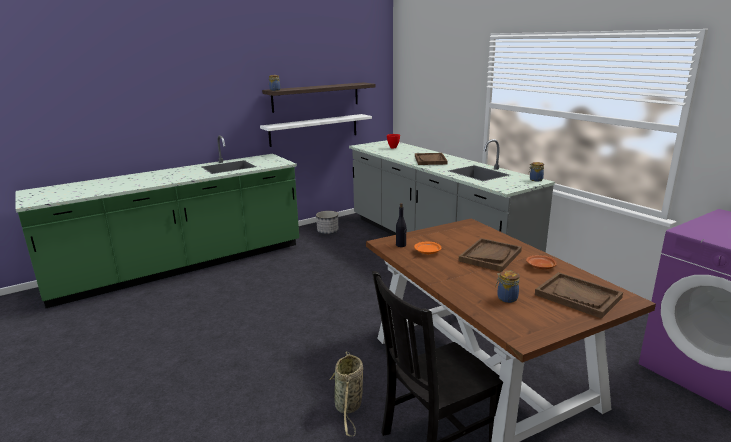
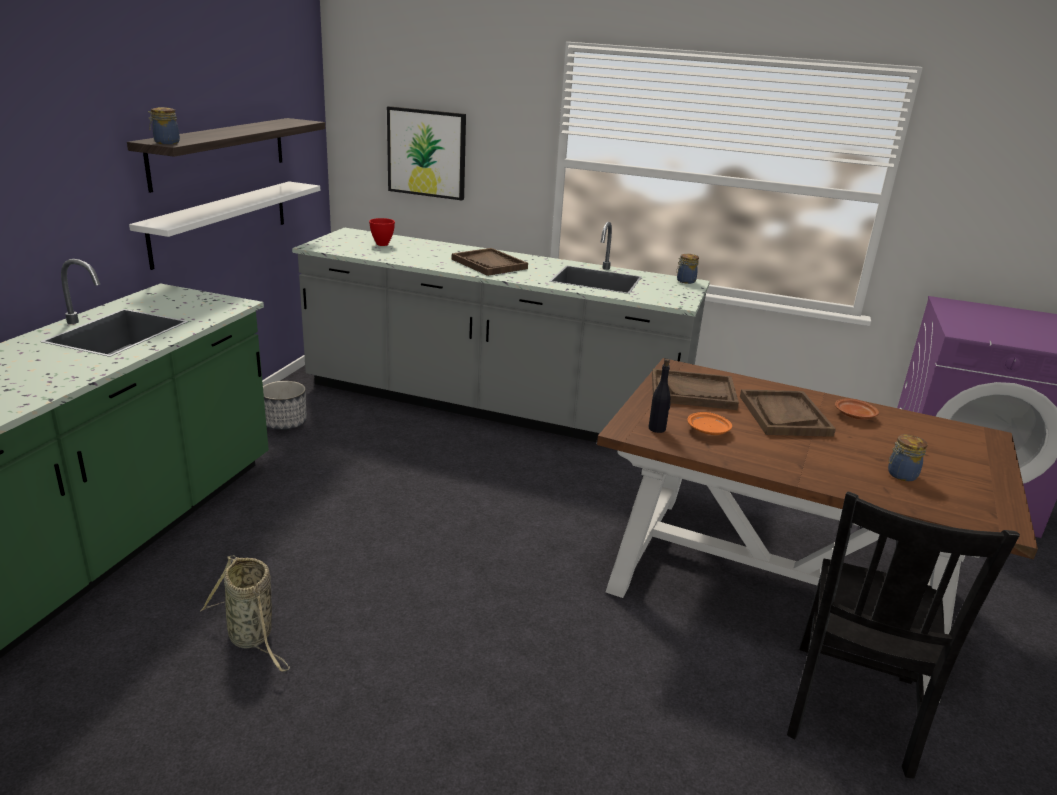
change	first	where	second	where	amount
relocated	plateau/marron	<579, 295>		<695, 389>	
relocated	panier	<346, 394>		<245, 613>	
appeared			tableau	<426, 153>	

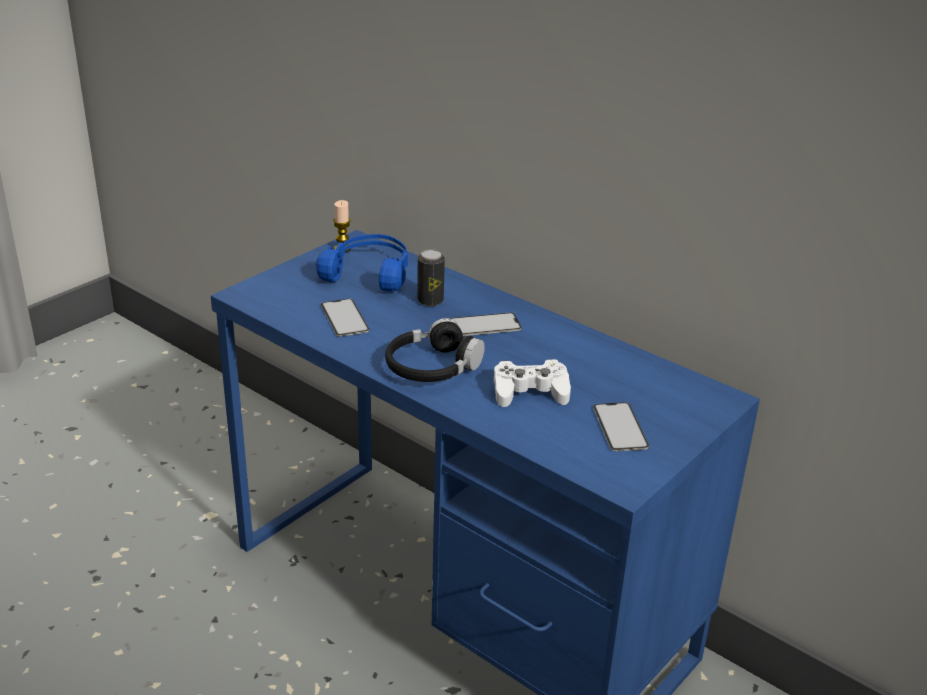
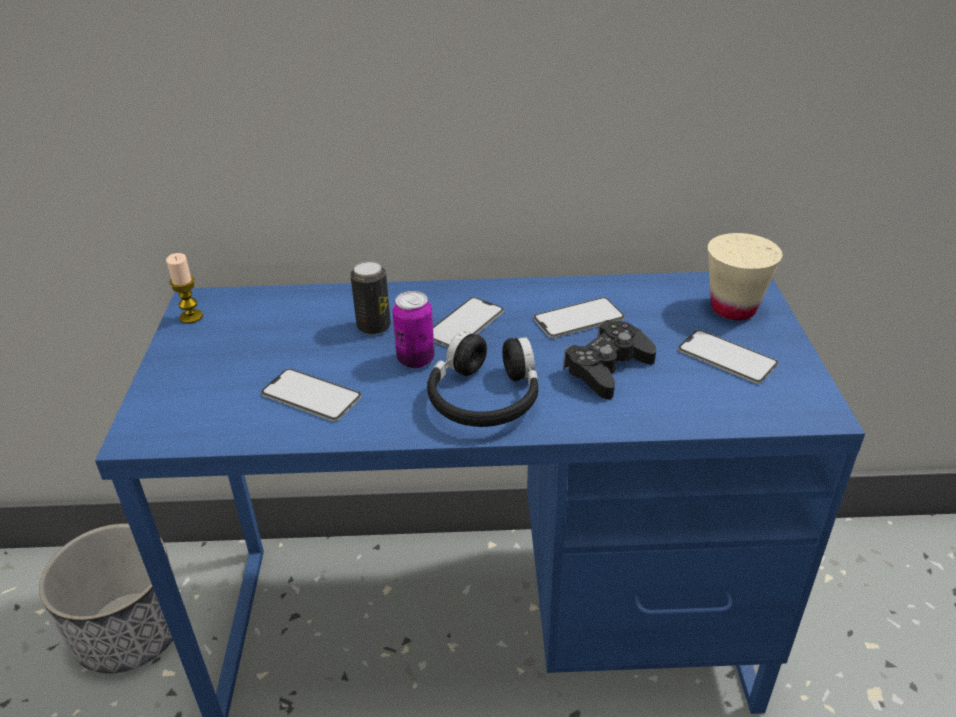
change	first	where	second	where	amount
missing	casque audio/bleu	<362, 263>			
colour	manette/blanc	<532, 383>	manette/noir	<609, 359>	
appeared			tasse/beige	<745, 276>	
appeared			boîte métallique	<413, 329>	
appeared			téléphone	<579, 317>	
appeared			cache-pot	<108, 598>	

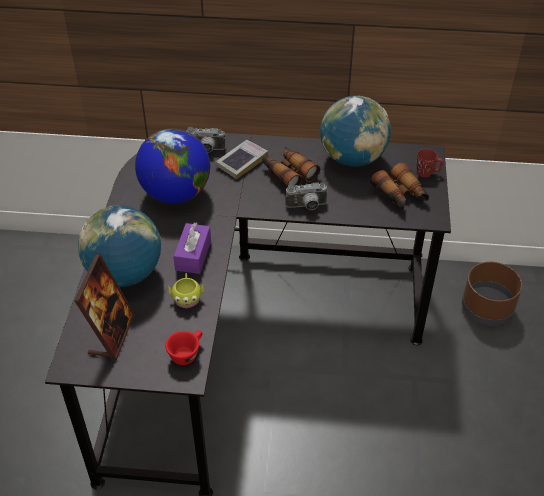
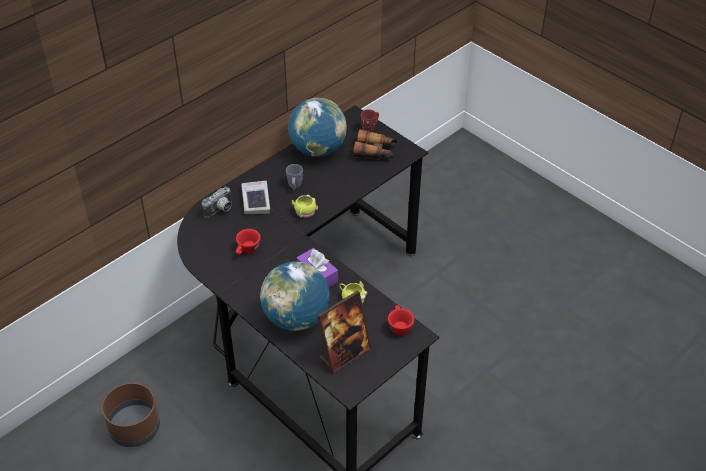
change	first	where	second	where	amount
exchanged	globe	<172, 166>	tasse/rouge	<248, 242>	
exchanged	jumelles	<291, 167>	mug/gris	<294, 177>	
missing	appareil photo	<307, 196>			
spun	cadre photo	<104, 307>		<344, 332>	90 degrees clockwise
relocated	cache-pot/marron	<492, 294>		<131, 415>	
appeared			mug/jaune	<305, 206>	

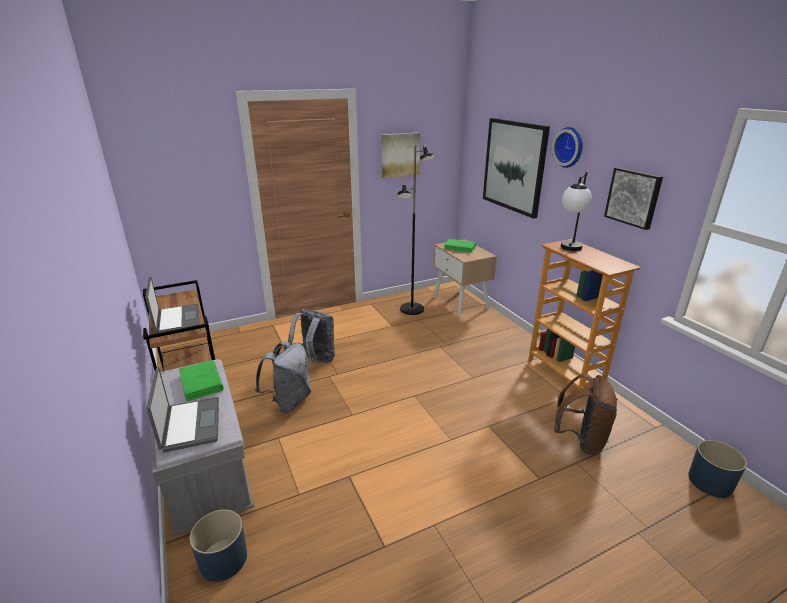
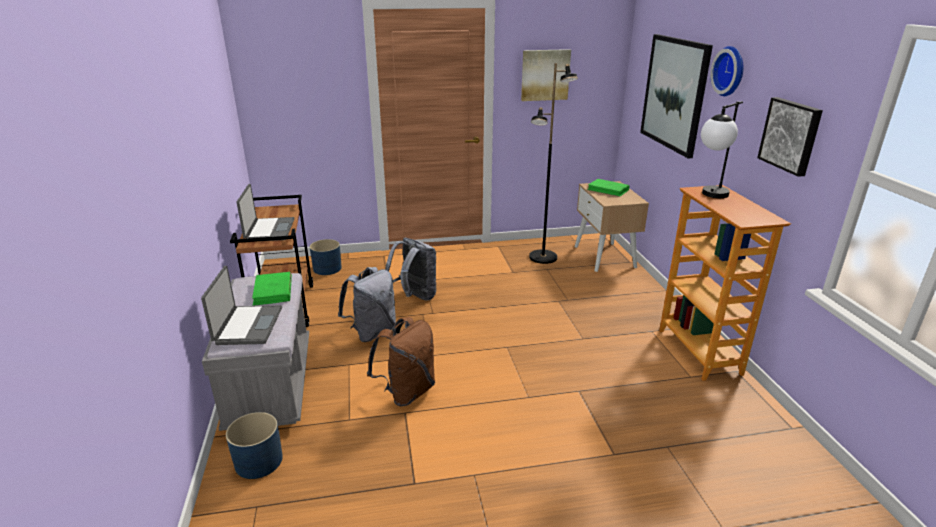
change	first	where	second	where	amount
relocated	sac à dos/marron	<586, 414>		<401, 361>	
relocated	cache-pot/bleu	<717, 469>		<326, 257>	

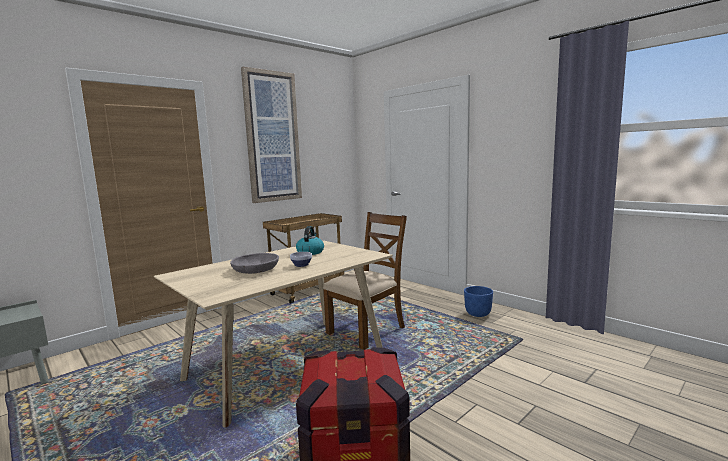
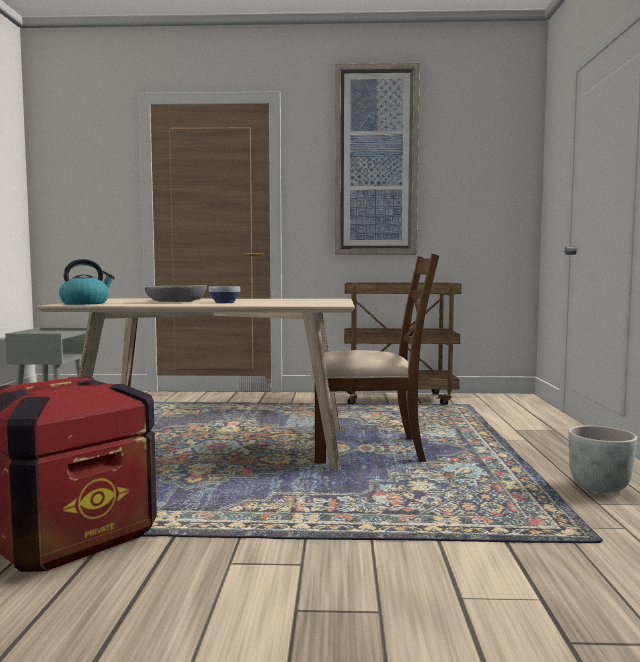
change	first	where	second	where	amount
relocated	bouilloire	<310, 240>		<87, 282>	
colour	cache-pot/bleu	<478, 301>	cache-pot/gris	<602, 459>	

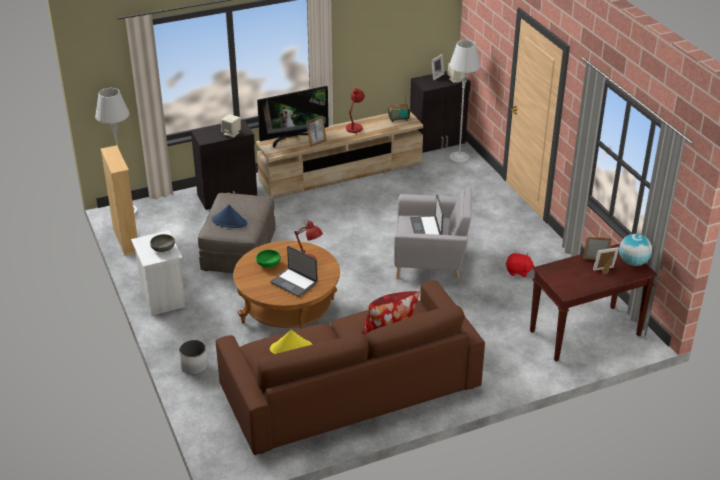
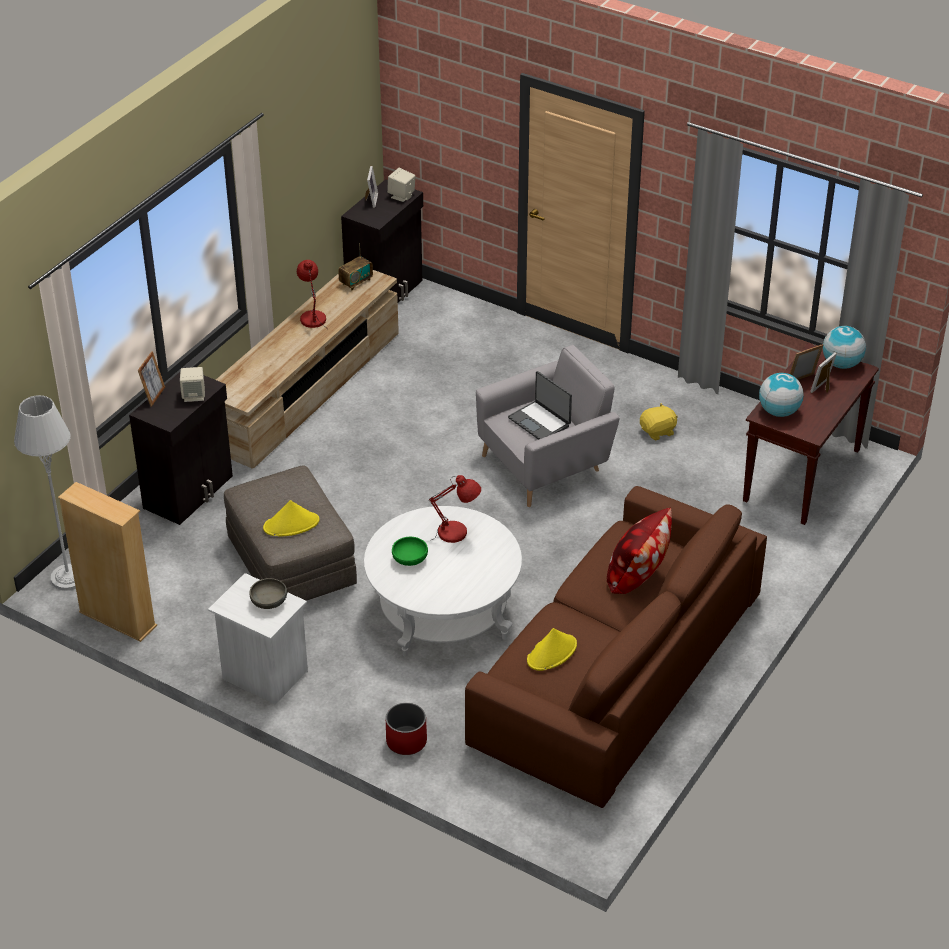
change	first	where	second	where	amount
missing	lampadaire/gris	<465, 102>			
missing	téléviseur	<293, 117>			
relocated	cadre photo	<316, 131>		<151, 379>	
colour	chapeau/bleu	<230, 216>	chapeau/jaune	<291, 518>	
colour	table basse/marron	<286, 284>	table basse/blanc	<443, 581>	
missing	ordinateur portable	<294, 271>			
colour	peluche/rouge	<520, 265>	peluche/jaune	<659, 421>	
colour	cache-pot/blanc	<193, 357>	cache-pot/rouge	<406, 728>	
appeared			globe	<781, 395>	

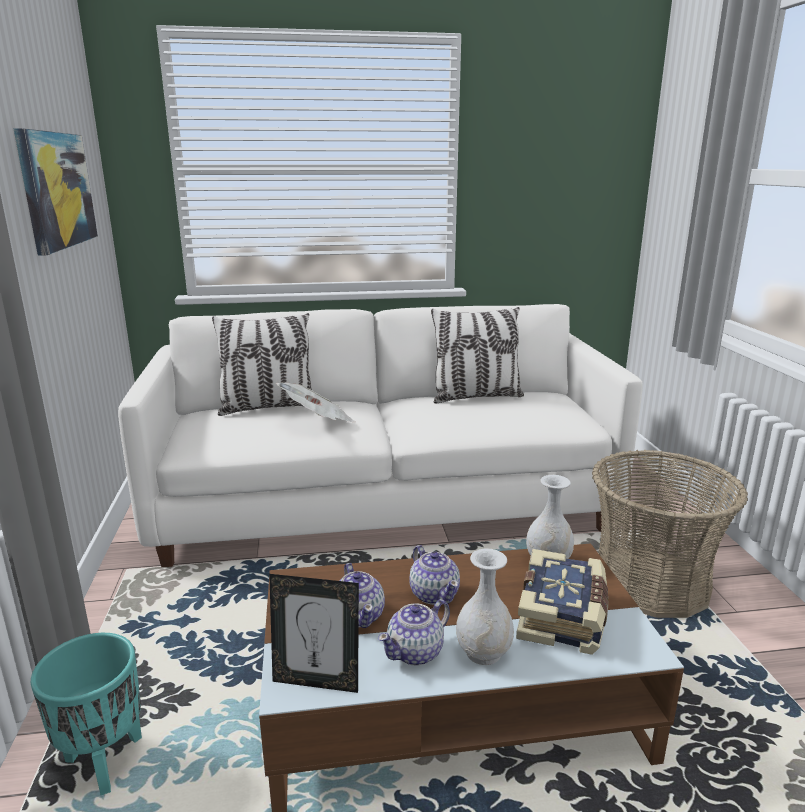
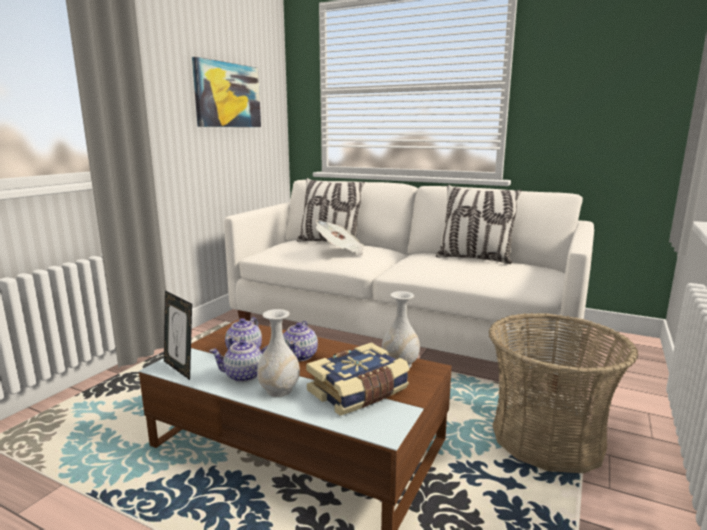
change	first	where	second	where	amount
missing	cache-pot/turquoise	<86, 714>			

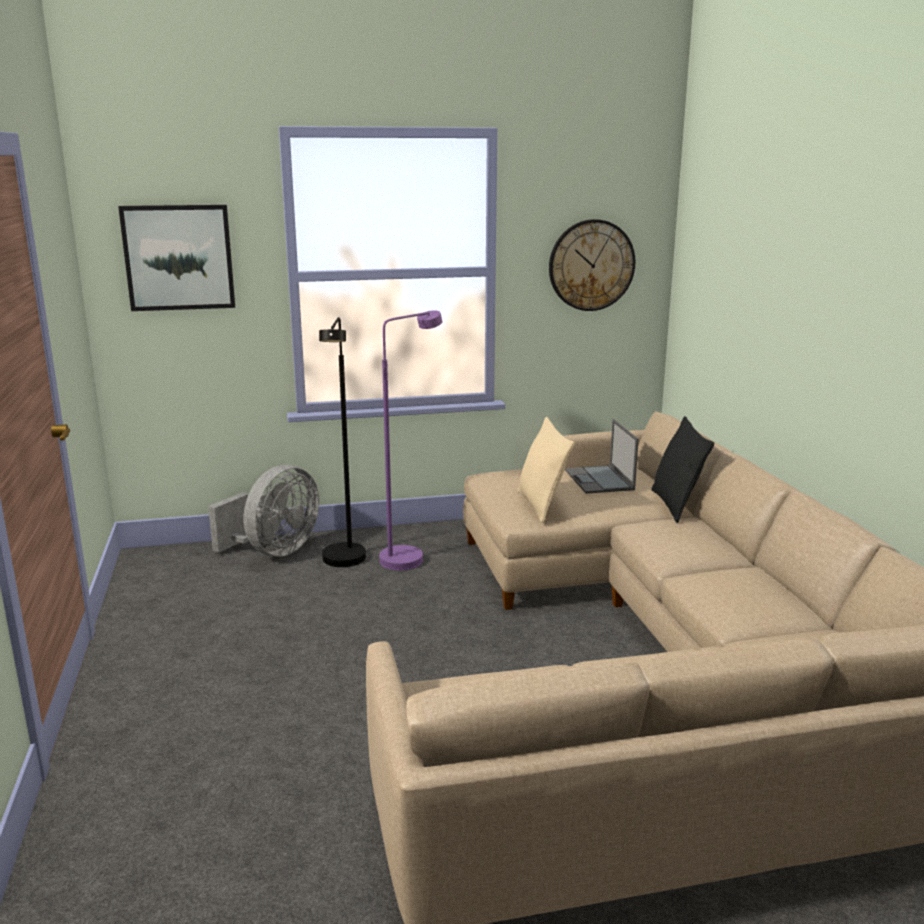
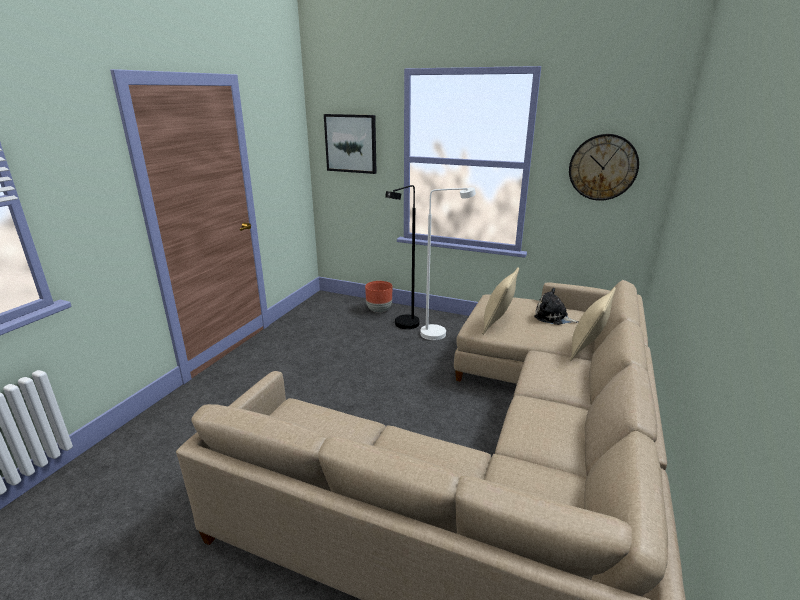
change	first	where	second	where	amount
colour	lampadaire/violet	<410, 440>	lampadaire/blanc	<448, 263>	
colour	coussin/noir	<682, 469>	coussin/beige	<592, 324>	
exchanged	ordinateur portable	<602, 456>	peluche	<556, 306>	
exchanged	ventilateur/gris	<263, 511>	cache-pot/marron	<378, 297>	

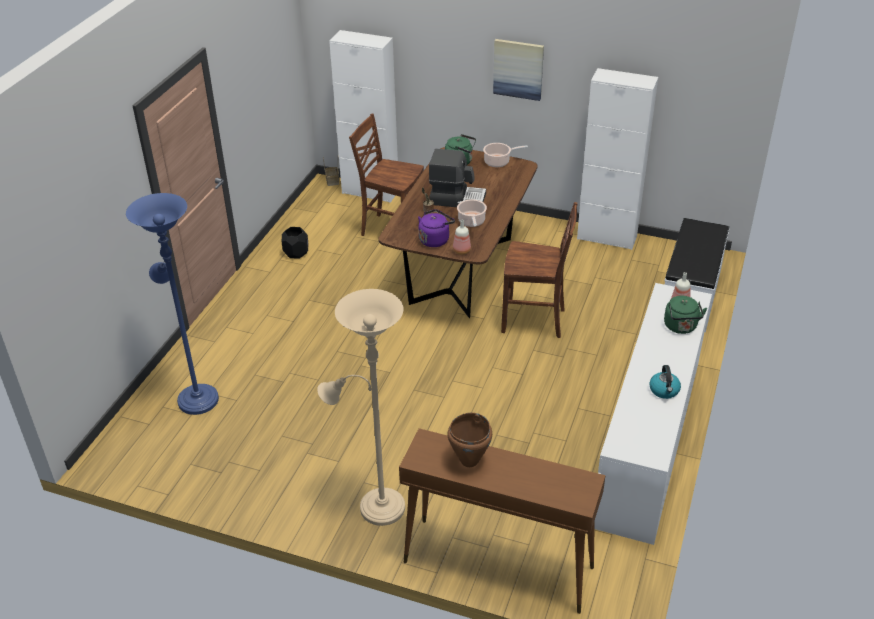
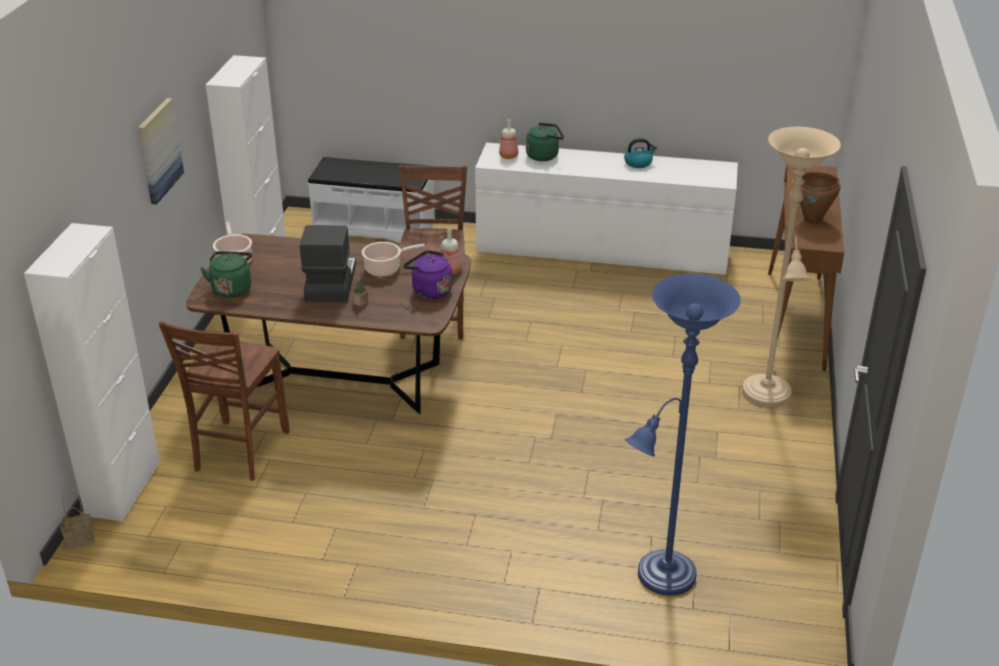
change	first	where	second	where	amount
missing	cache-pot/noir	<295, 243>			

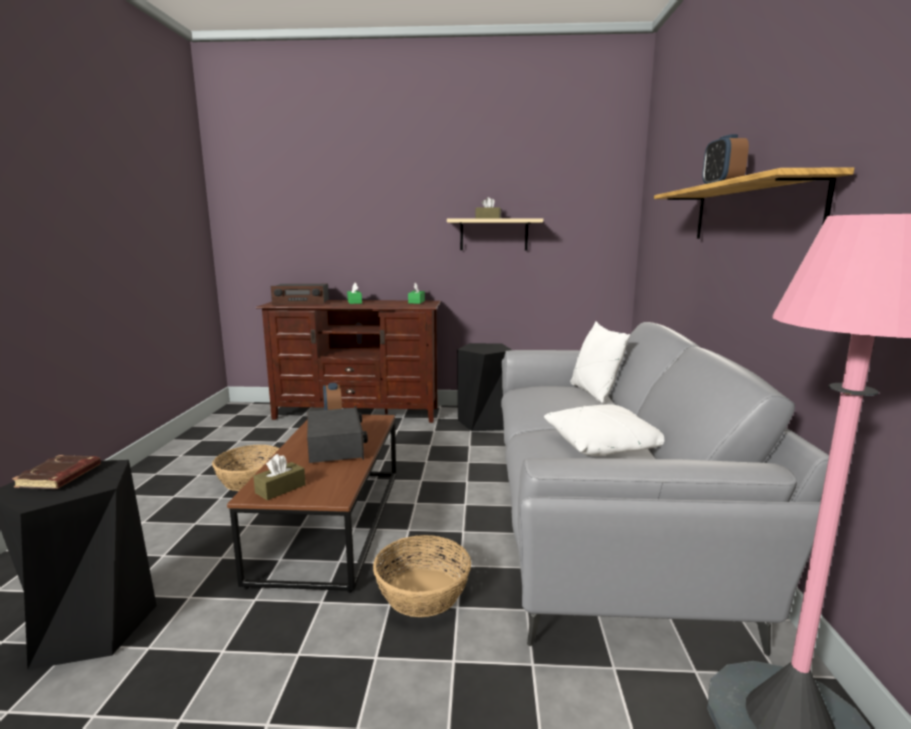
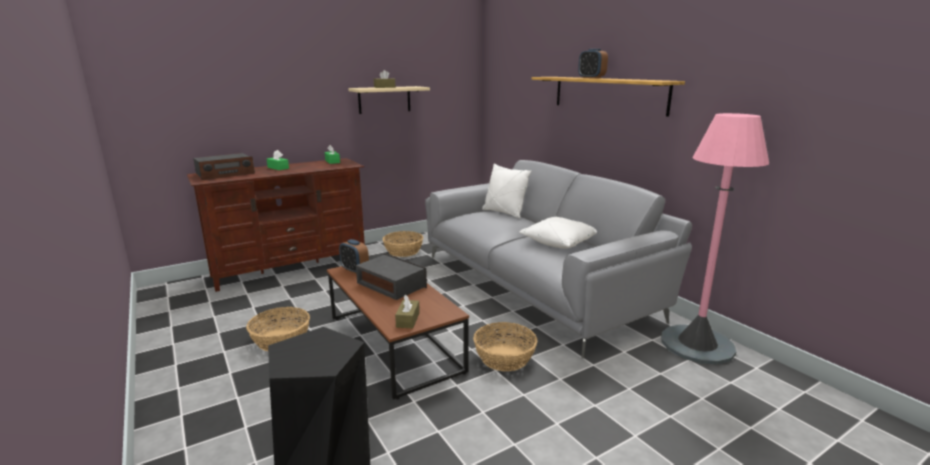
change	first	where	second	where	amount
exchanged	tabouret/noir	<484, 387>	panier	<403, 244>	
missing	livre/marron	<56, 472>			

